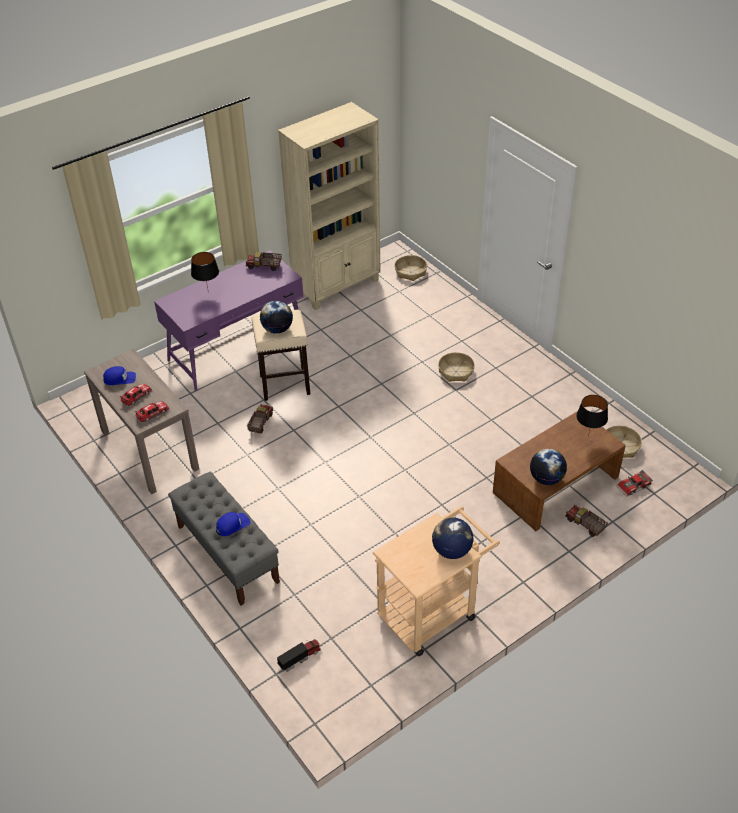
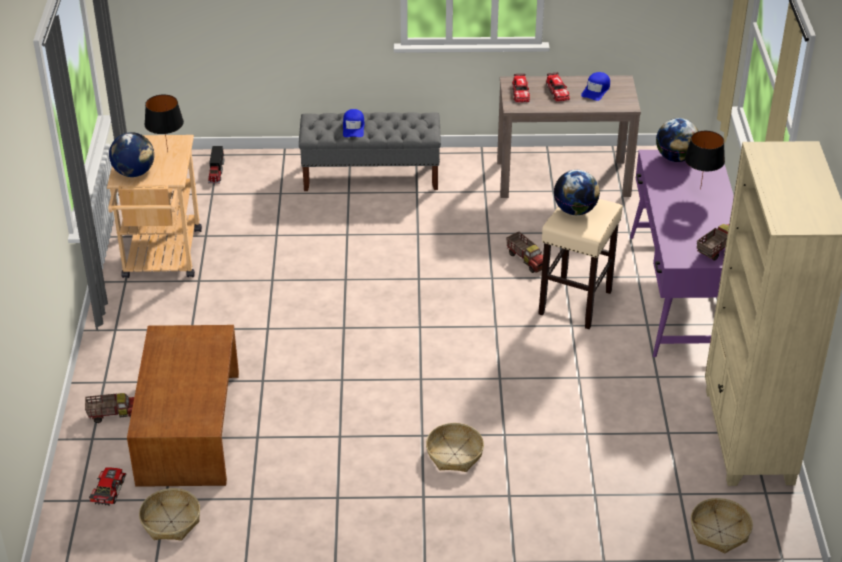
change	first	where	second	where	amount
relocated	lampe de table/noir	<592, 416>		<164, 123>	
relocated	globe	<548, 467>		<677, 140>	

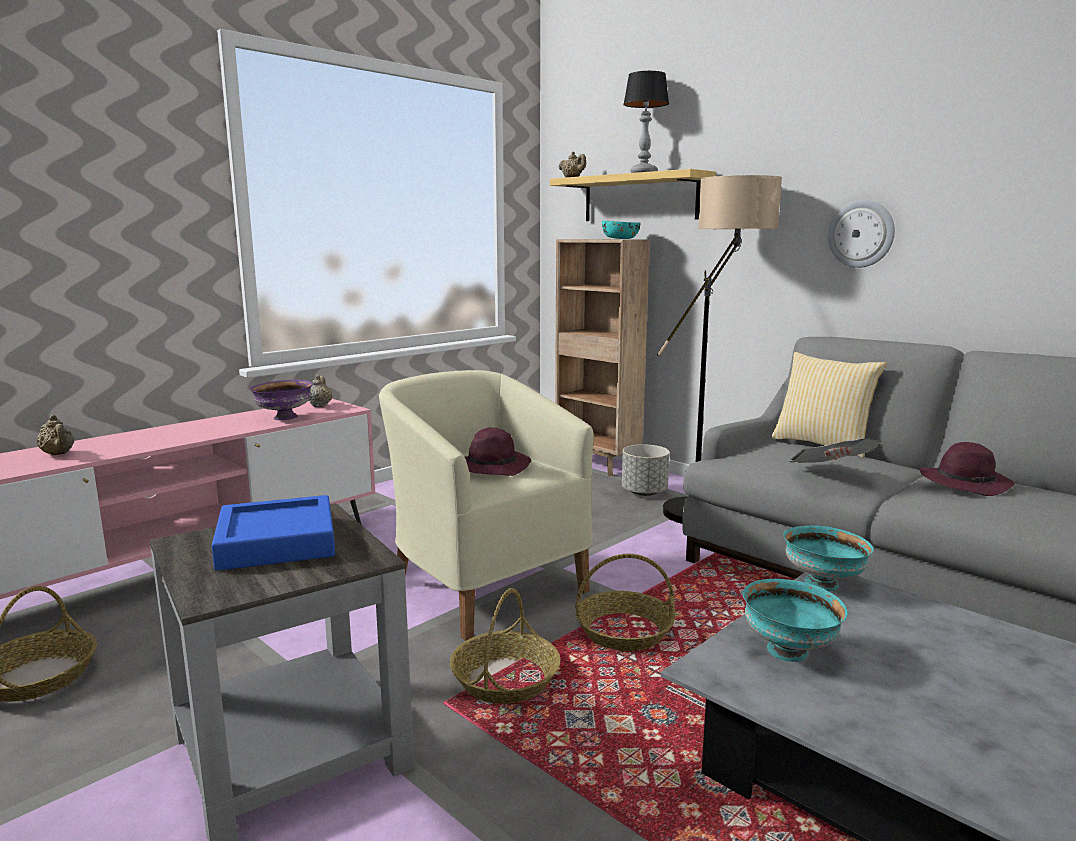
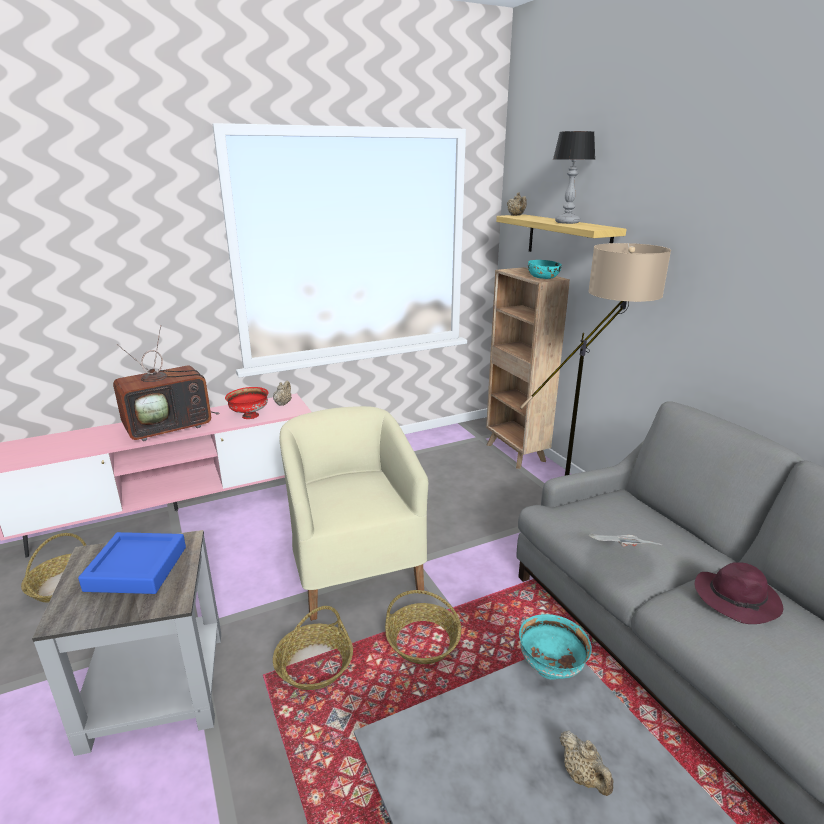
change	first	where	second	where	amount
missing	horloge murale	<861, 234>			
missing	coussin	<829, 405>			
colour	bol/violet	<281, 400>	bol/rouge	<246, 403>	
relocated	théière/beige	<55, 435>		<586, 763>	
missing	chapeau/violet	<498, 452>			
missing	cache-pot/gris	<646, 470>			
missing	bol/turquoise	<795, 620>			
appeared			téléviseur	<166, 383>	

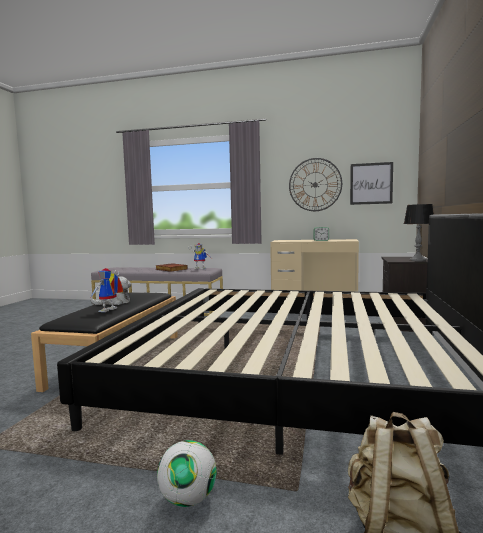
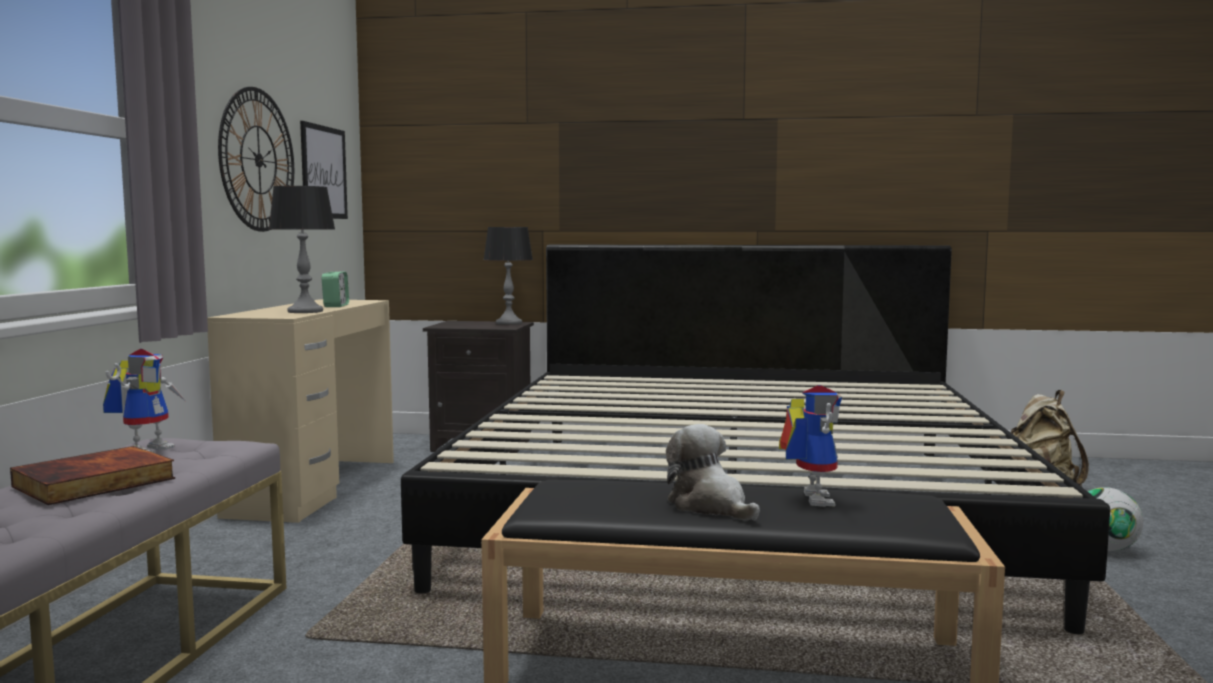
change	first	where	second	where	amount
spun	robot jouet	<107, 290>		<810, 446>	105 degrees counterclockwise
appeared			lampe de table	<301, 249>	

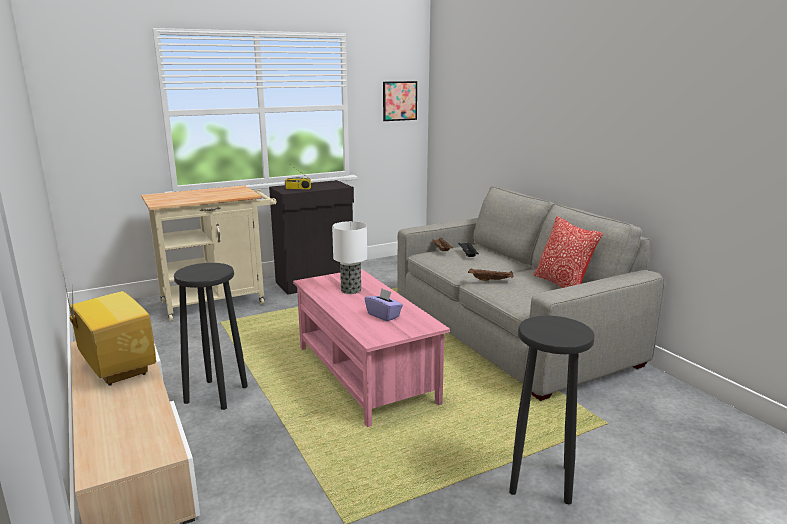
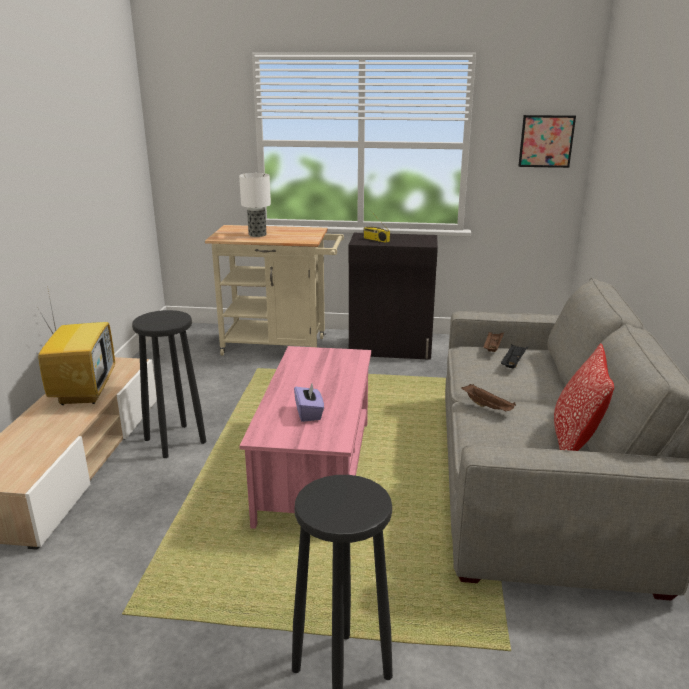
change	first	where	second	where	amount
relocated	lampe de table	<349, 257>		<255, 205>	

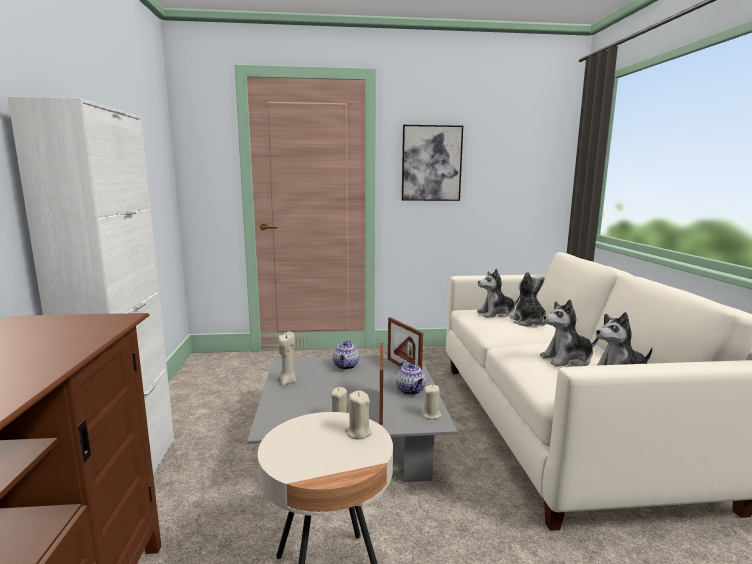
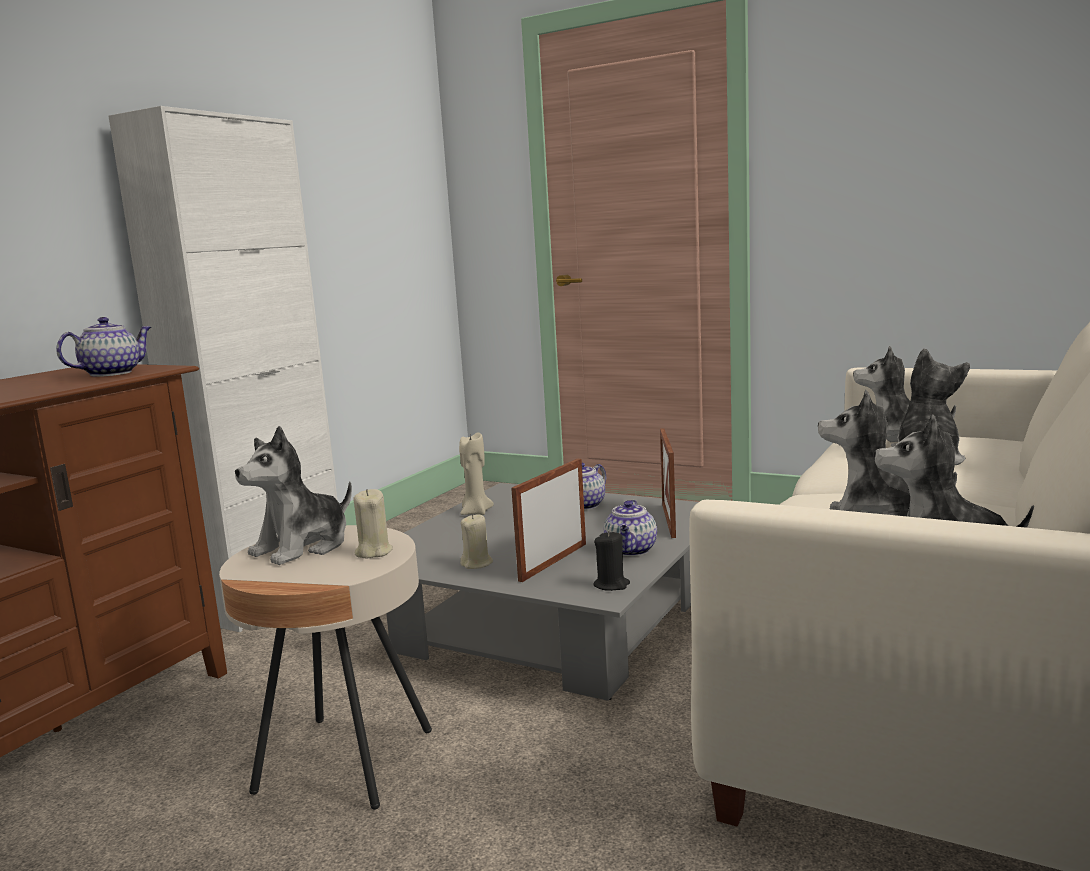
change	first	where	second	where	amount
missing	tableau	<432, 163>			
colour	bougie/beige	<431, 402>	bougie/noir	<611, 561>	
appeared			théière	<103, 347>	
appeared			peluche	<293, 495>	

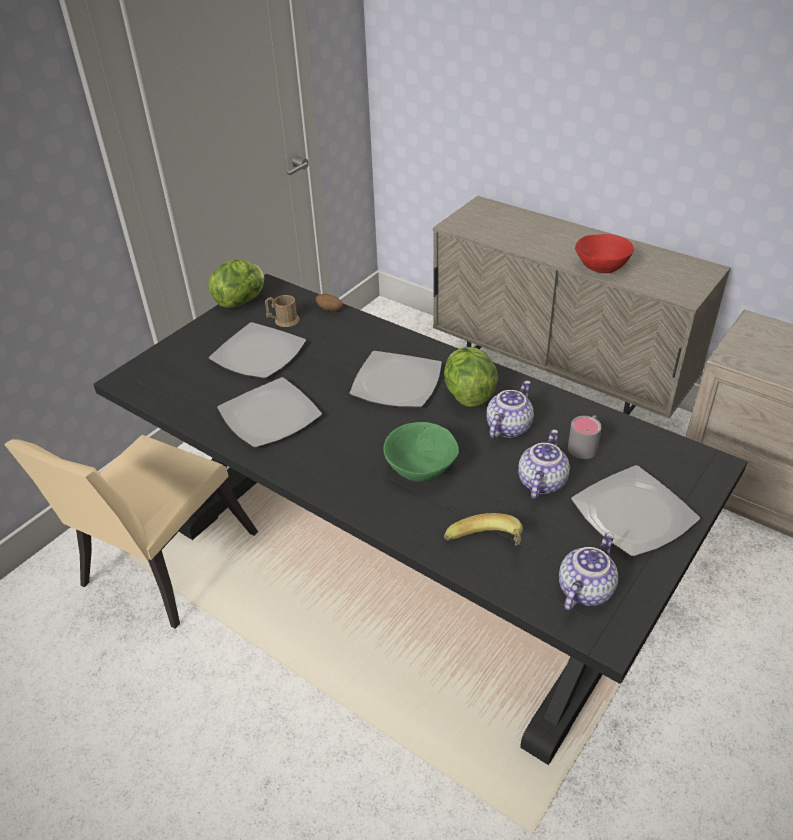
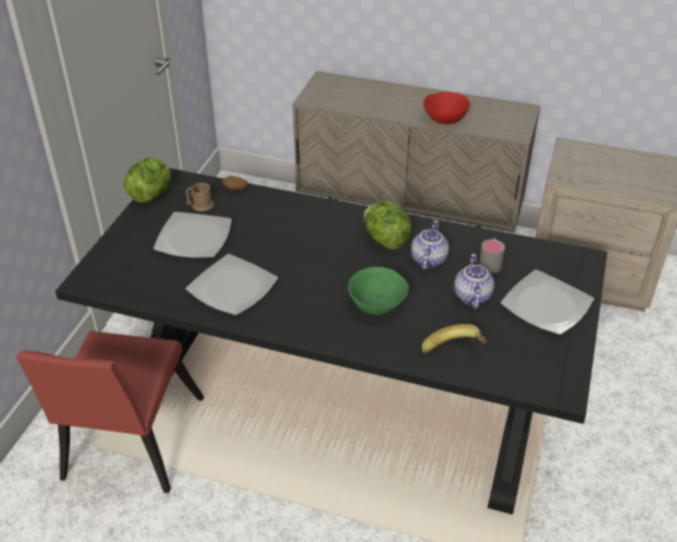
change	first	where	second	where	amount
missing	assiette	<396, 379>			
colour	chaise/beige	<131, 532>	chaise/rouge	<110, 412>	
missing	théière	<588, 572>			

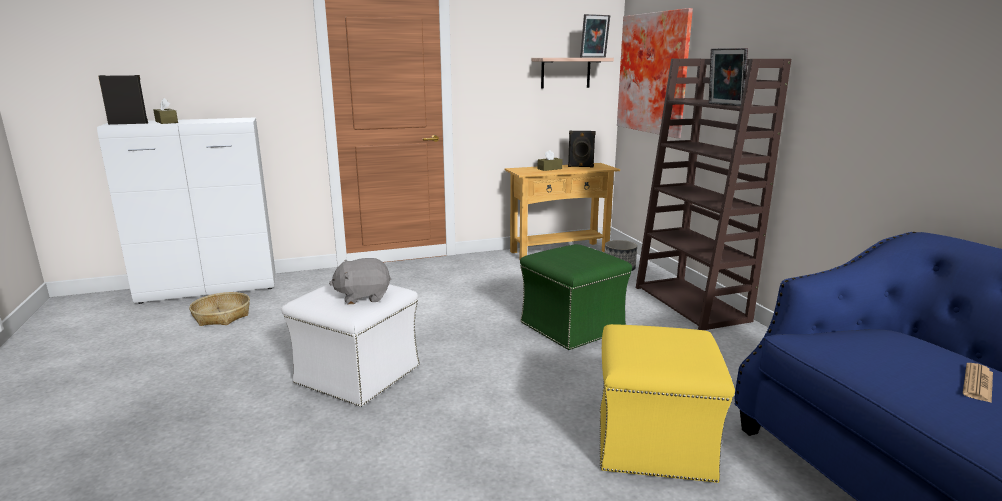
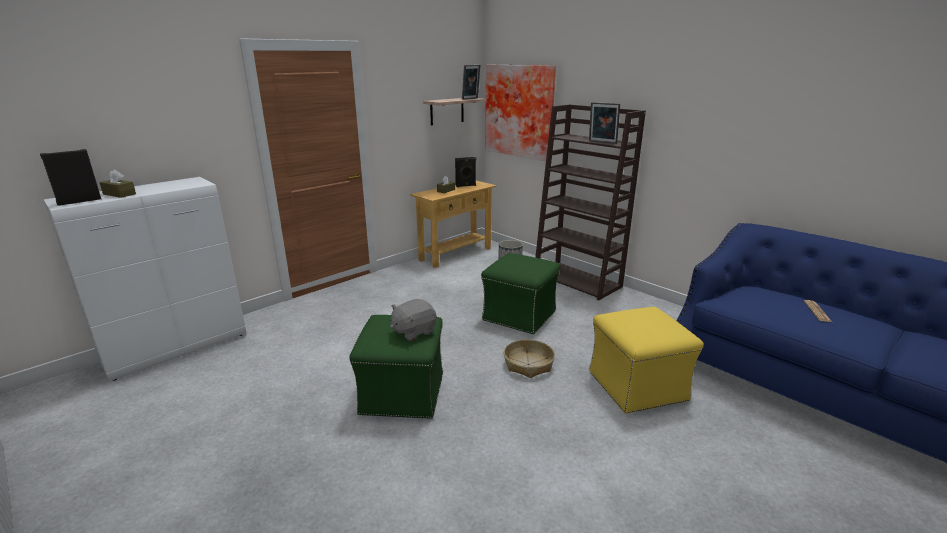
change	first	where	second	where	amount
colour	pouf/blanc	<351, 345>	pouf/vert	<396, 367>	
relocated	panier	<219, 309>		<529, 358>	

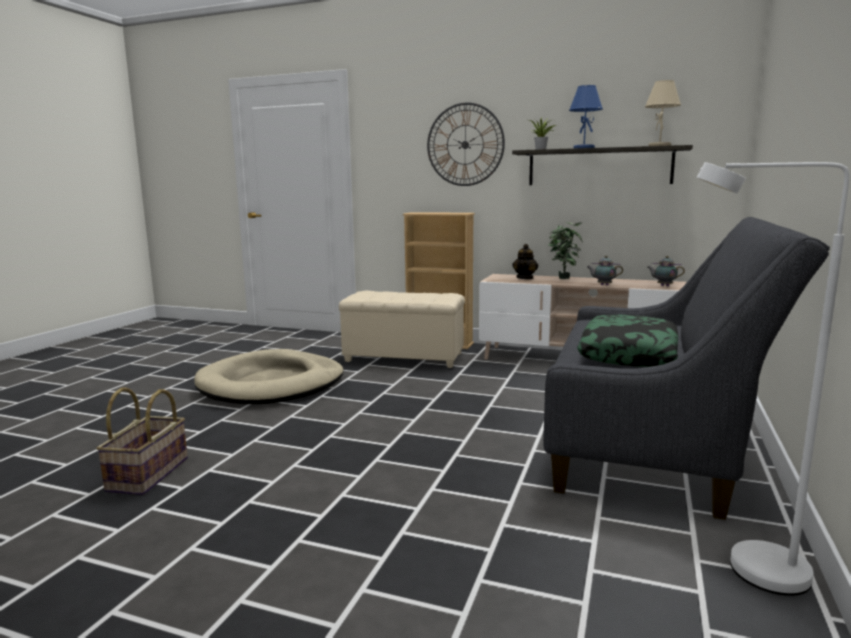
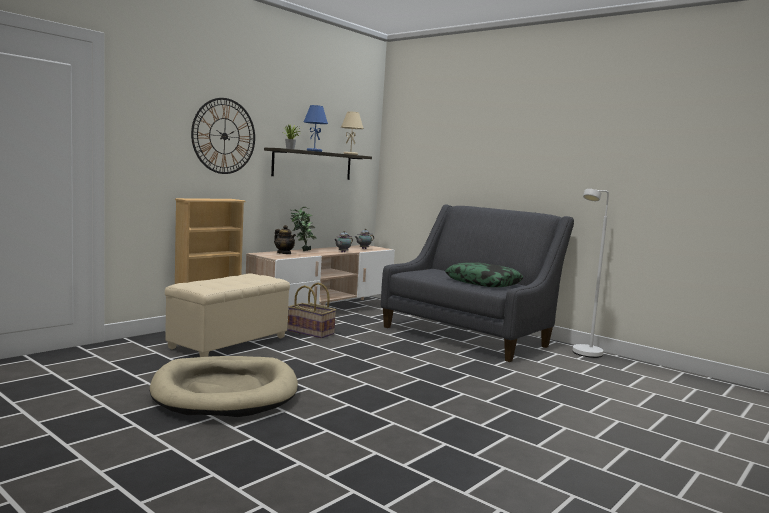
change	first	where	second	where	amount
relocated	panier	<142, 441>		<312, 310>	

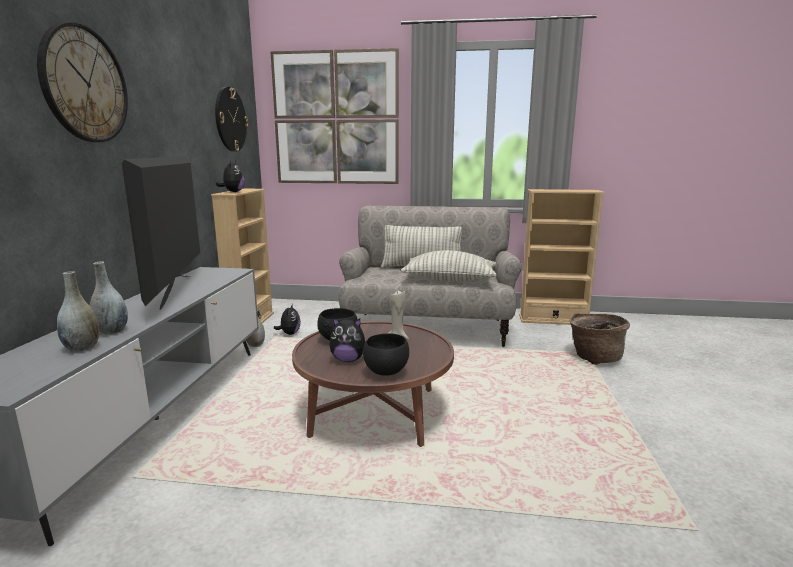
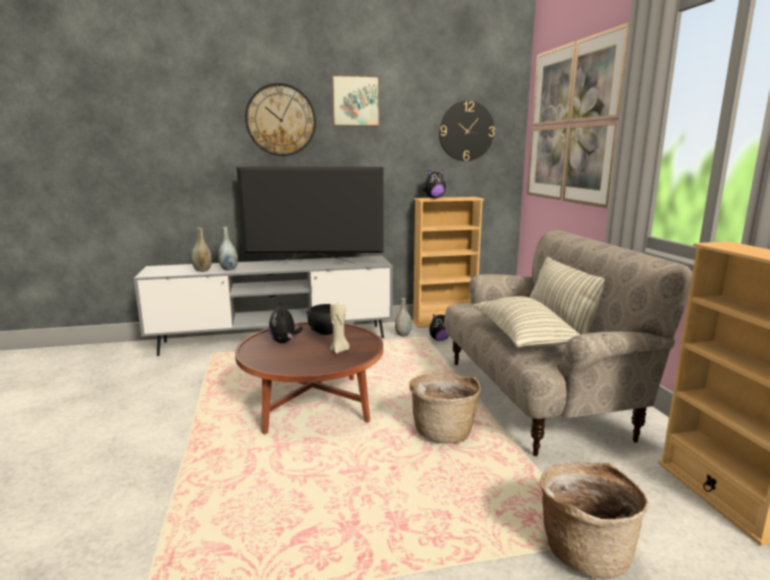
change	first	where	second	where	amount
spun	téléviseur	<161, 233>		<310, 215>	150 degrees counterclockwise
missing	bol/noir	<386, 354>			
appeared			tableau	<355, 100>	
appeared			panier	<445, 408>	

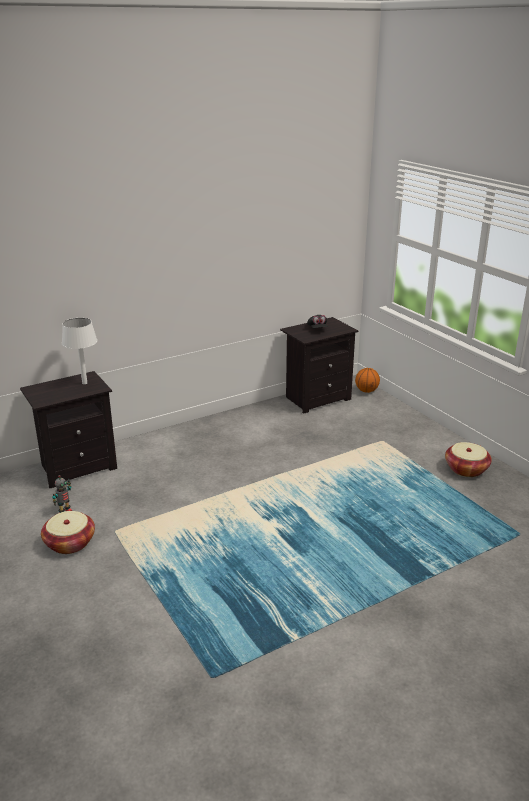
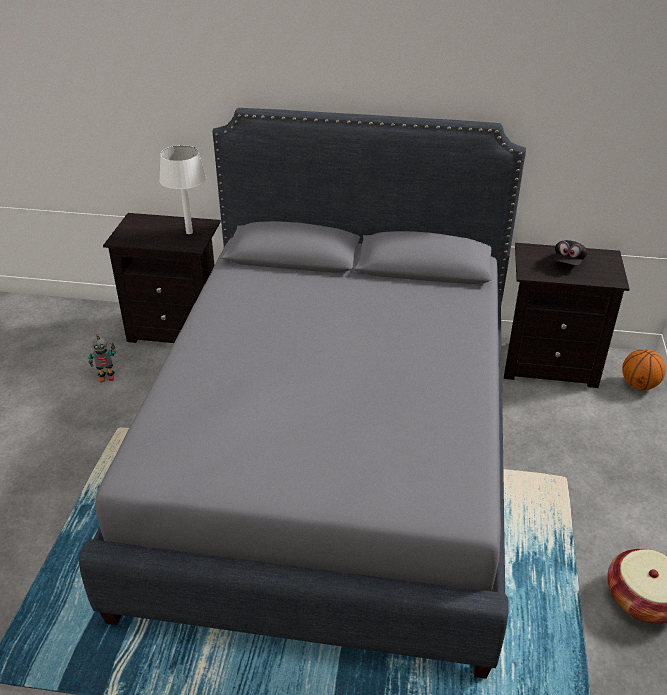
change	first	where	second	where	amount
missing	panier	<68, 532>			
appeared			lit/gris	<302, 393>	

